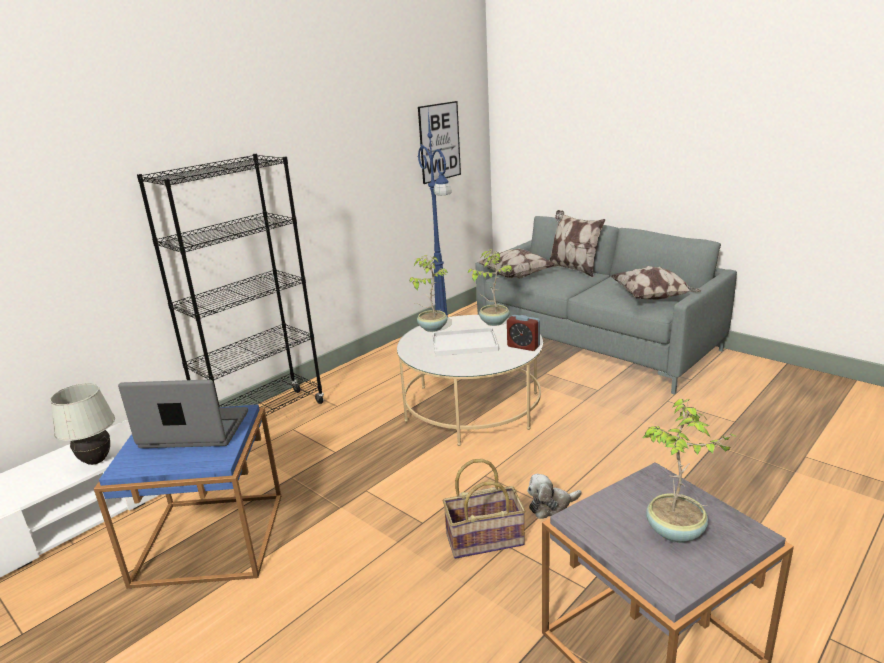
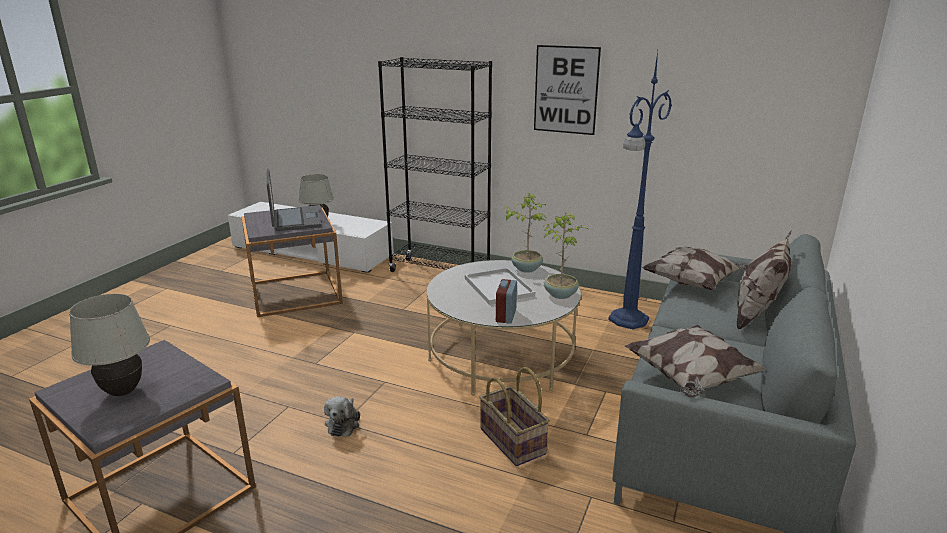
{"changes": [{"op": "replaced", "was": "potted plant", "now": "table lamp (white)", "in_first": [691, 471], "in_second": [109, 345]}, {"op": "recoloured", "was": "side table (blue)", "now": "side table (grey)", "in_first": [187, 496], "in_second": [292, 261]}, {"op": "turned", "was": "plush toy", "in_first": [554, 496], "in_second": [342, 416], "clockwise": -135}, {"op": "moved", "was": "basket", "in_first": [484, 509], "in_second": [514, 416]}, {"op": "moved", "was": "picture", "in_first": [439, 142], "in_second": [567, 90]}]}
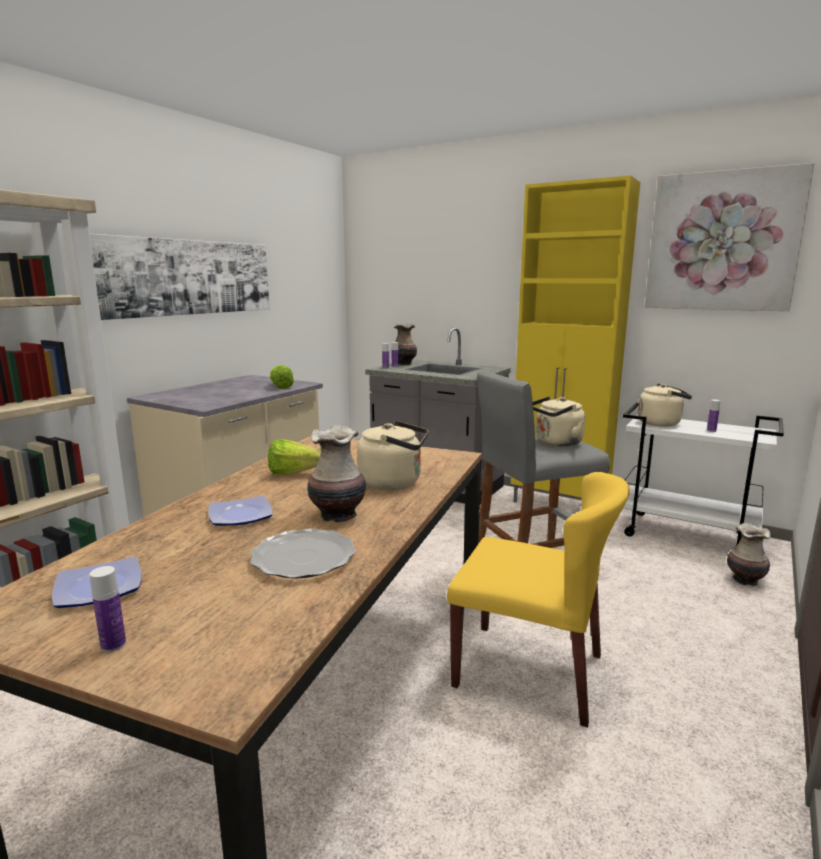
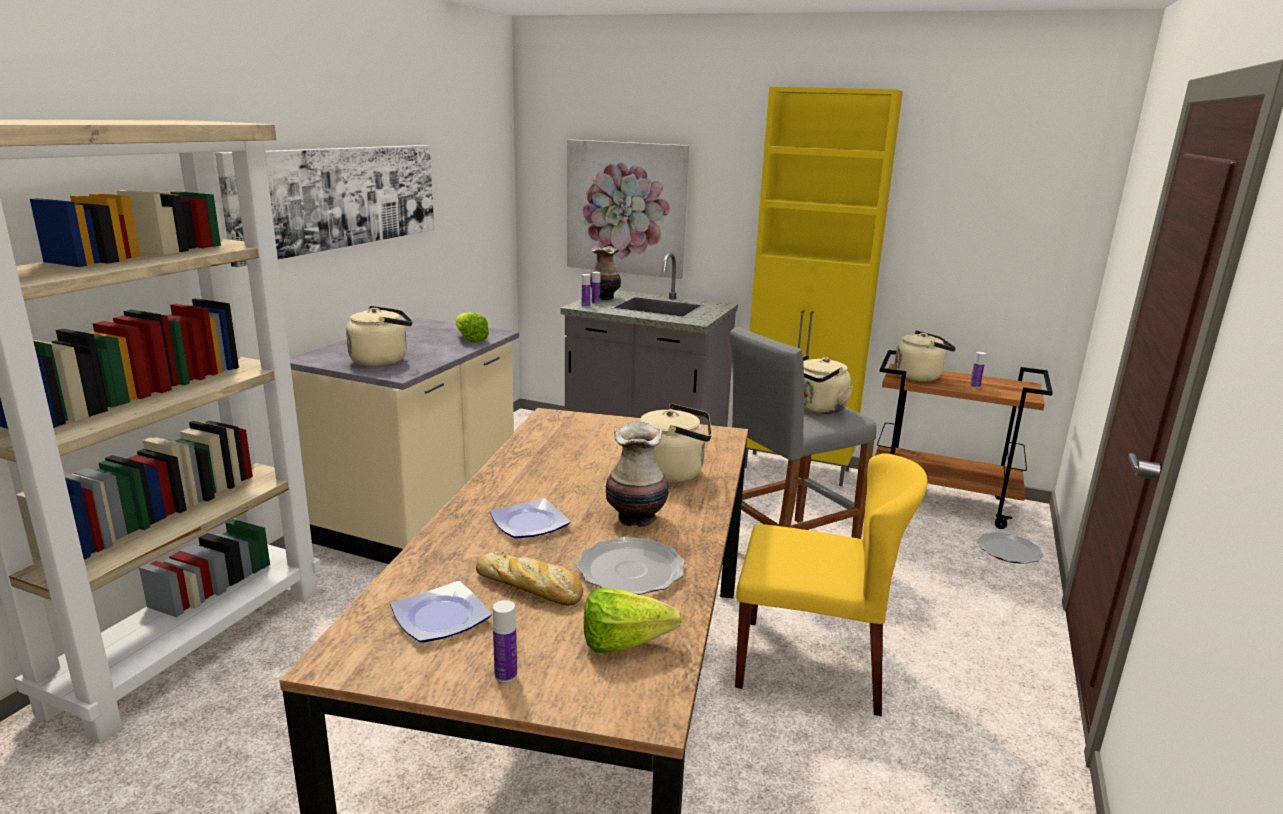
{"changes": [{"op": "added", "now": "kettle (beige)", "in_second": [379, 336]}, {"op": "added", "now": "bread", "in_second": [529, 578]}, {"op": "moved", "was": "picture", "in_first": [729, 237], "in_second": [628, 209]}, {"op": "moved", "was": "lettuce", "in_first": [294, 457], "in_second": [633, 620]}, {"op": "recoloured", "was": "cart (white)", "now": "cart (brown)", "in_first": [703, 475], "in_second": [964, 439]}, {"op": "replaced", "was": "vase", "now": "plate", "in_first": [749, 554], "in_second": [1010, 548]}]}
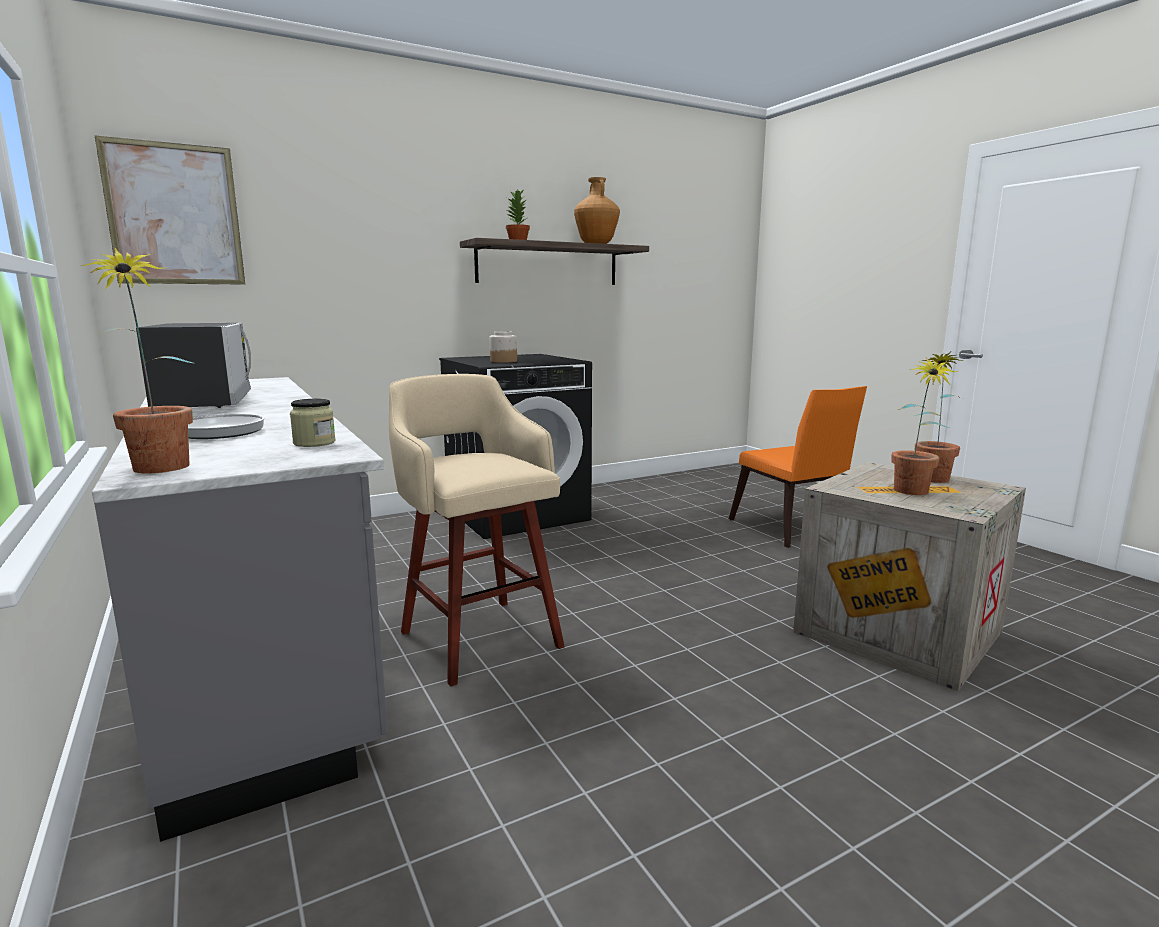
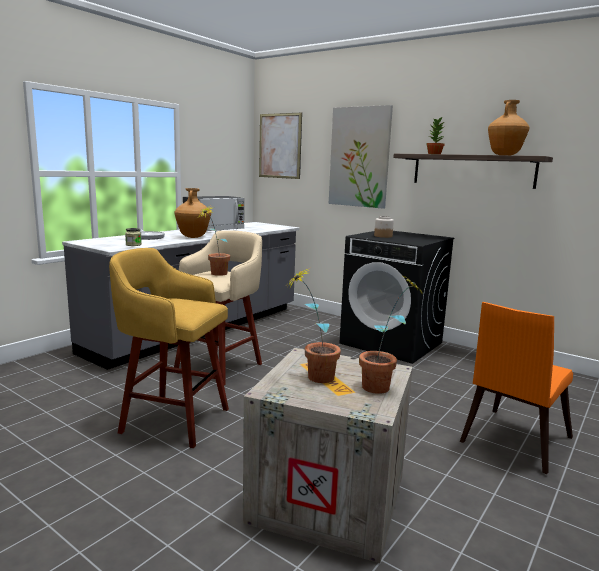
{"changes": [{"op": "added", "now": "stool (yellow)", "in_second": [169, 348]}, {"op": "added", "now": "vase (brown)", "in_second": [193, 213]}, {"op": "moved", "was": "potted plant", "in_first": [137, 360], "in_second": [214, 241]}, {"op": "added", "now": "picture", "in_second": [361, 157]}]}
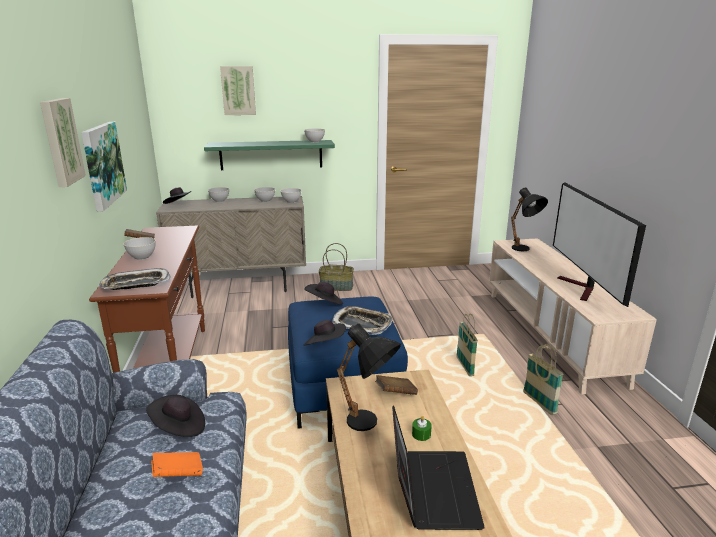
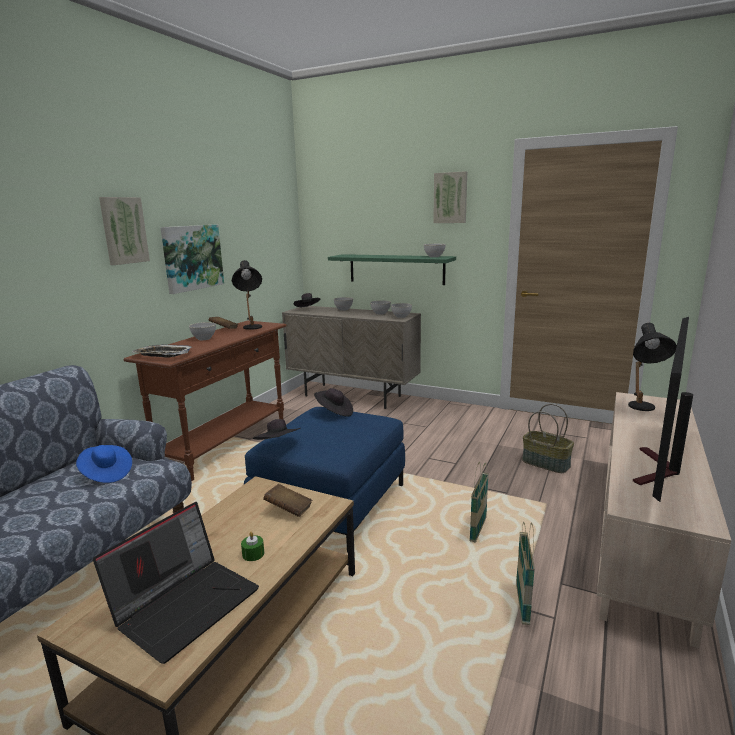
{"changes": [{"op": "recoloured", "was": "hat (black)", "now": "hat (blue)", "in_first": [175, 416], "in_second": [104, 464]}, {"op": "moved", "was": "table lamp (black)", "in_first": [369, 377], "in_second": [247, 295]}, {"op": "moved", "was": "picture", "in_first": [238, 90], "in_second": [450, 197]}, {"op": "moved", "was": "basket", "in_first": [336, 267], "in_second": [548, 438]}, {"op": "removed", "was": "book (orange)", "in_first": [177, 464]}, {"op": "removed", "was": "tray", "in_first": [362, 320]}]}
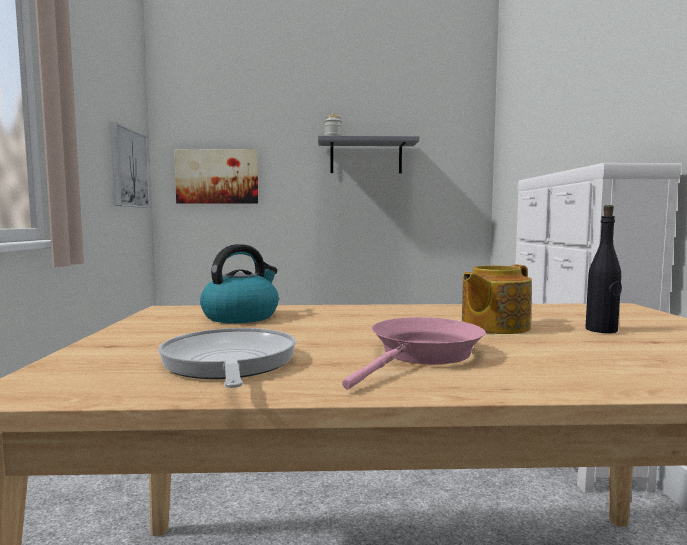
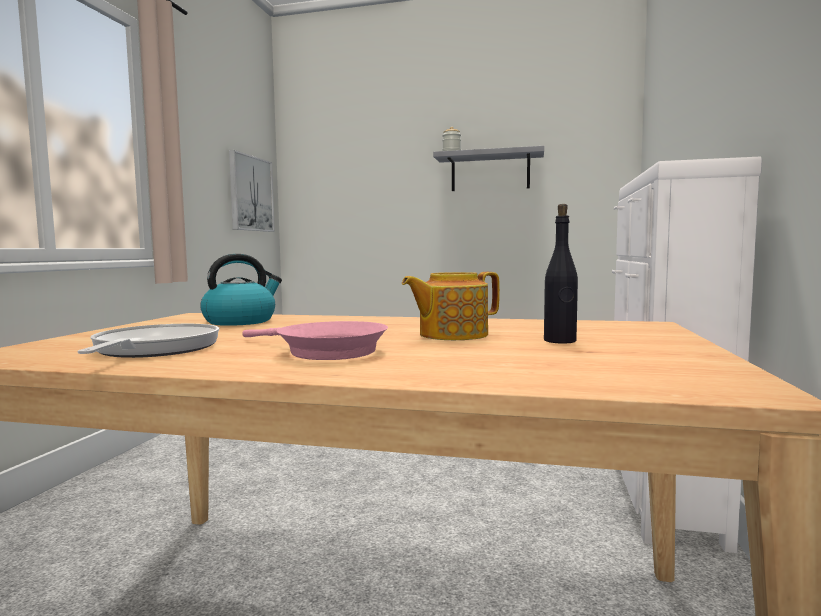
{"changes": [{"op": "turned", "was": "frying pan (pink)", "in_first": [414, 353], "in_second": [315, 340], "clockwise": 75}, {"op": "removed", "was": "picture", "in_first": [216, 176]}]}
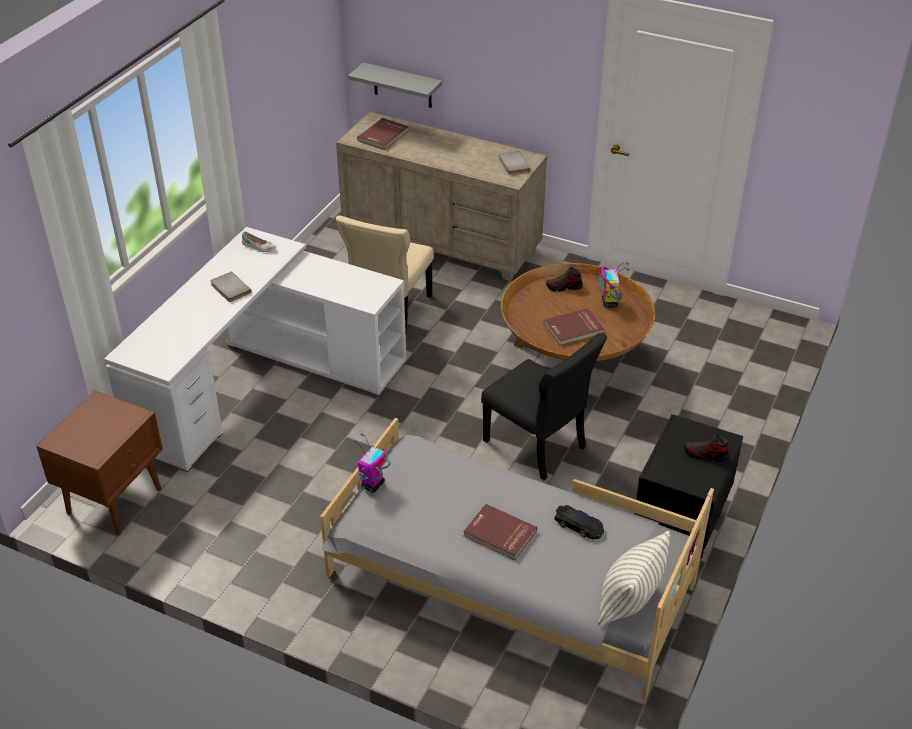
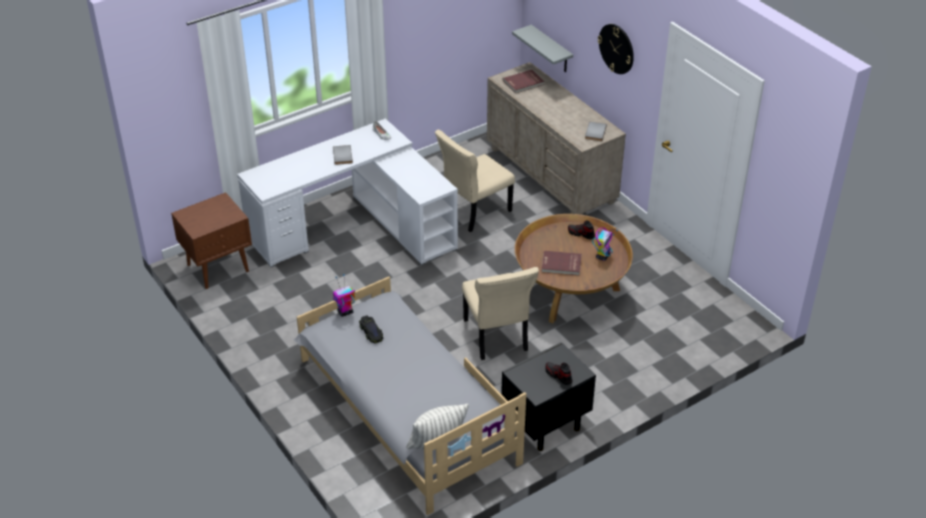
{"changes": [{"op": "moved", "was": "toy car (black)", "in_first": [579, 522], "in_second": [371, 329]}, {"op": "recoloured", "was": "chair (black)", "now": "chair (beige)", "in_first": [544, 406], "in_second": [500, 313]}, {"op": "added", "now": "wall clock", "in_second": [616, 49]}, {"op": "removed", "was": "book (red)", "in_first": [500, 532]}]}
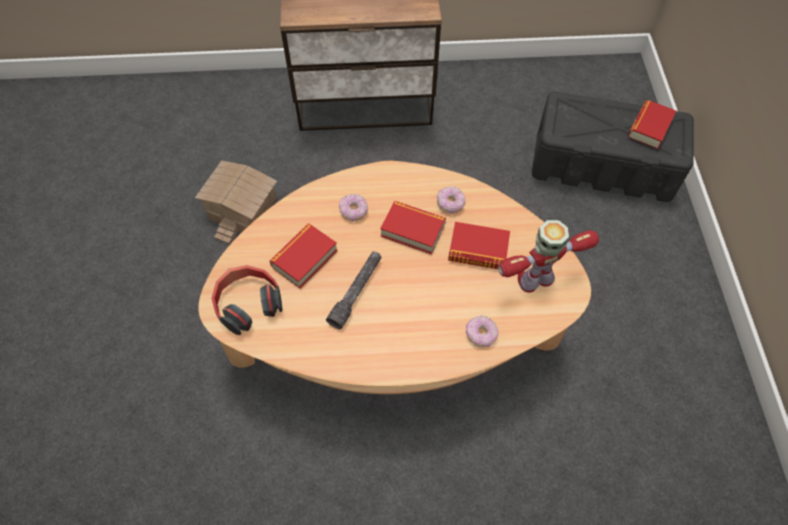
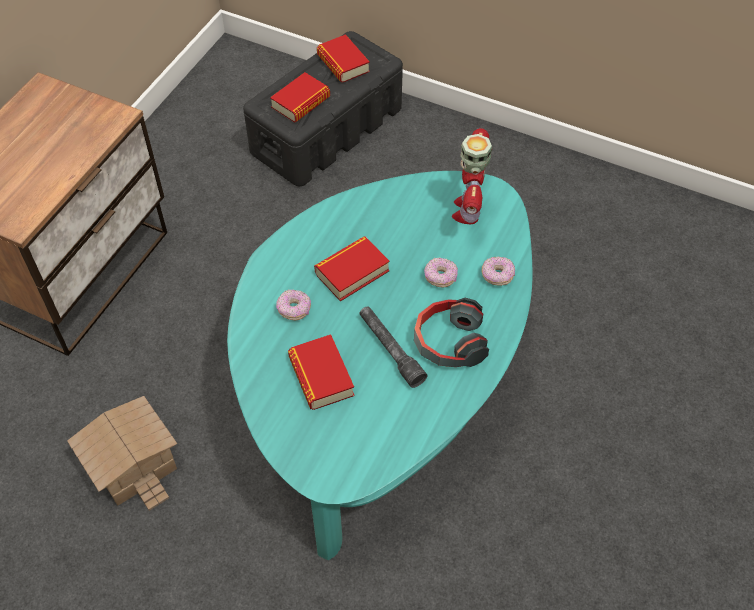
{"changes": [{"op": "recoloured", "was": "coffee table (beige)", "now": "coffee table (turquoise)", "in_first": [394, 277], "in_second": [379, 365]}, {"op": "moved", "was": "book", "in_first": [479, 245], "in_second": [300, 97]}, {"op": "moved", "was": "headphones", "in_first": [246, 300], "in_second": [451, 332]}, {"op": "moved", "was": "donut", "in_first": [451, 200], "in_second": [441, 273]}]}
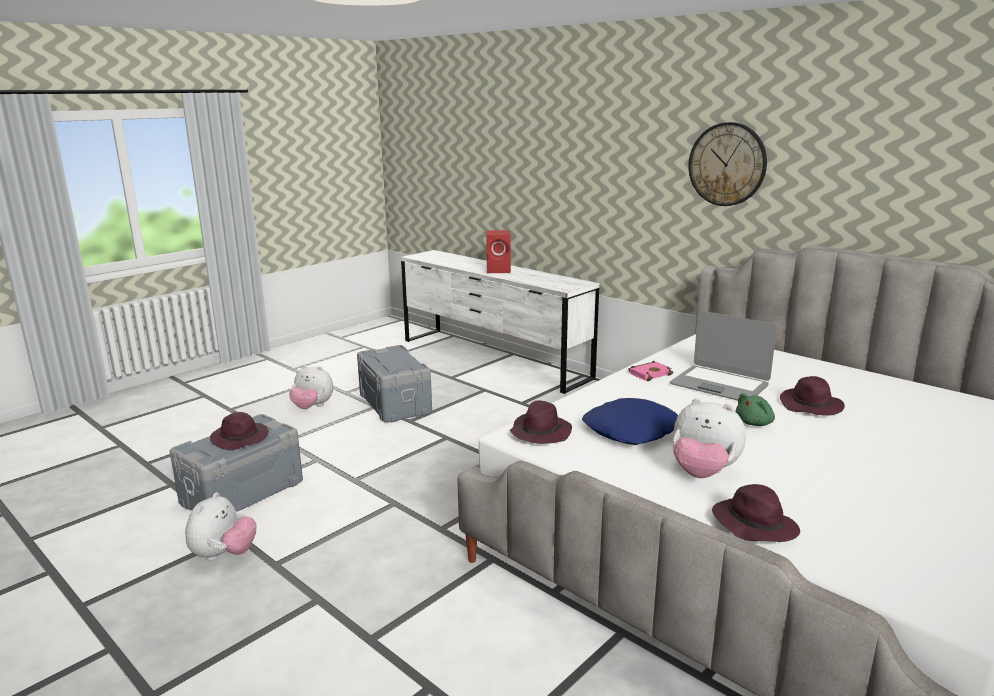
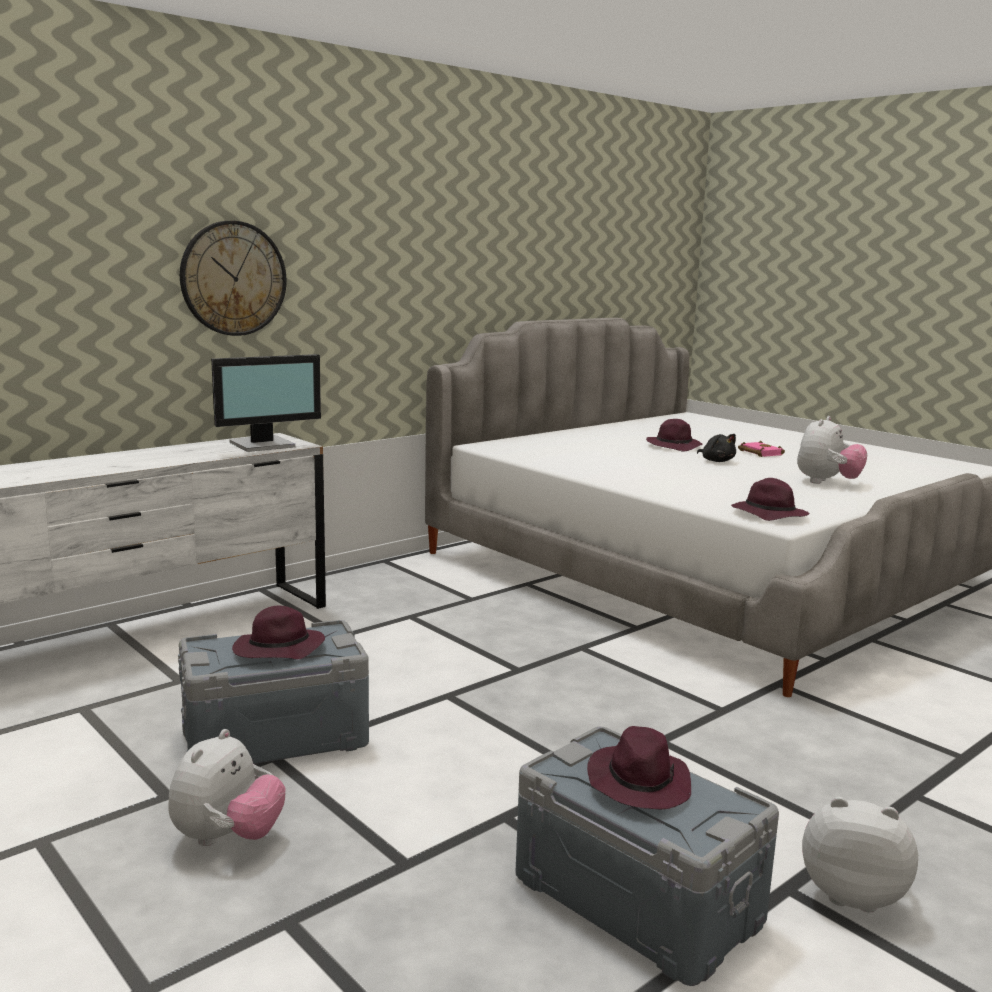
{"changes": [{"op": "moved", "was": "wall clock", "in_first": [727, 164], "in_second": [233, 278]}, {"op": "added", "now": "monitor", "in_second": [266, 403]}, {"op": "moved", "was": "hat (purple)", "in_first": [756, 513], "in_second": [278, 632]}, {"op": "recoloured", "was": "plush toy (green)", "now": "plush toy (black)", "in_first": [755, 409], "in_second": [716, 448]}, {"op": "moved", "was": "book (pink)", "in_first": [650, 371], "in_second": [761, 449]}, {"op": "removed", "was": "speaker (red)", "in_first": [498, 251]}, {"op": "removed", "was": "pillow (blue)", "in_first": [630, 421]}, {"op": "removed", "was": "laptop", "in_first": [723, 355]}]}
